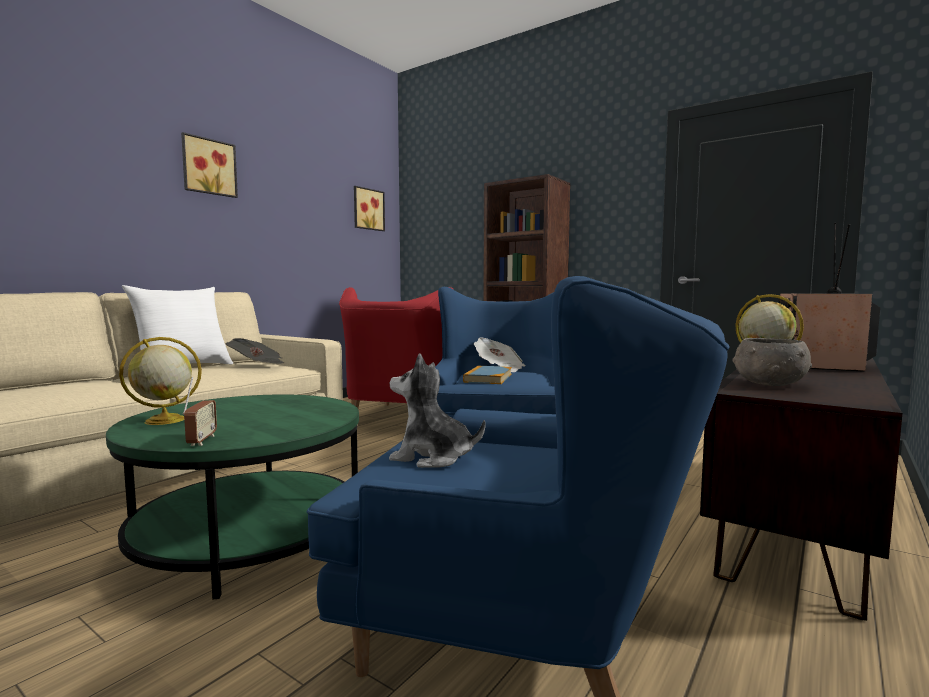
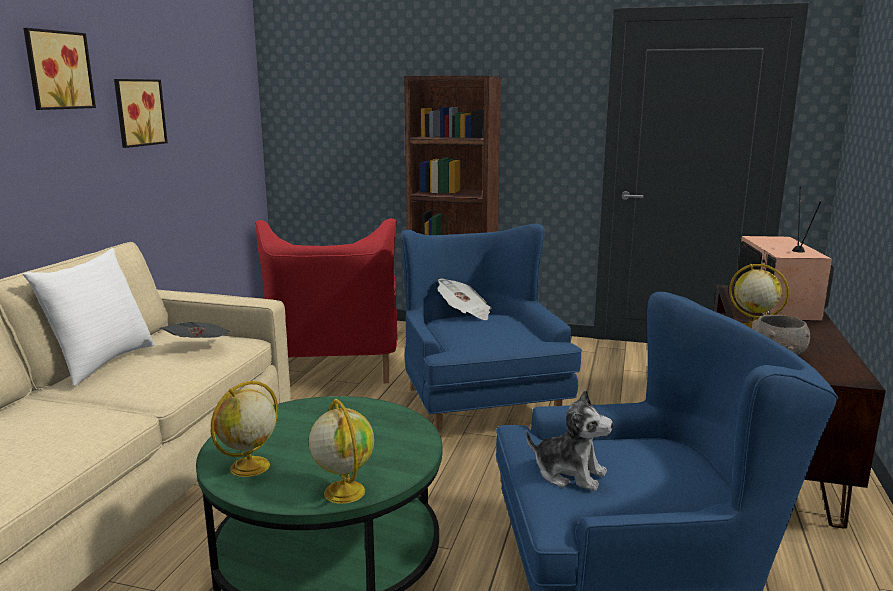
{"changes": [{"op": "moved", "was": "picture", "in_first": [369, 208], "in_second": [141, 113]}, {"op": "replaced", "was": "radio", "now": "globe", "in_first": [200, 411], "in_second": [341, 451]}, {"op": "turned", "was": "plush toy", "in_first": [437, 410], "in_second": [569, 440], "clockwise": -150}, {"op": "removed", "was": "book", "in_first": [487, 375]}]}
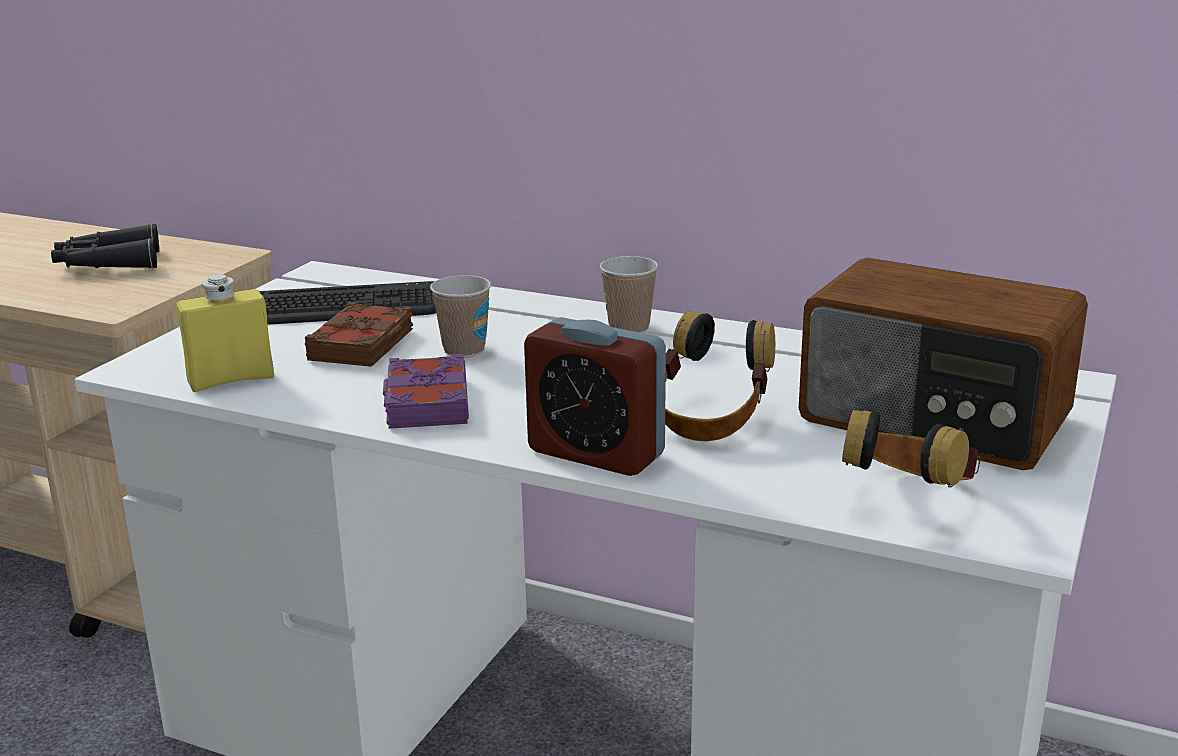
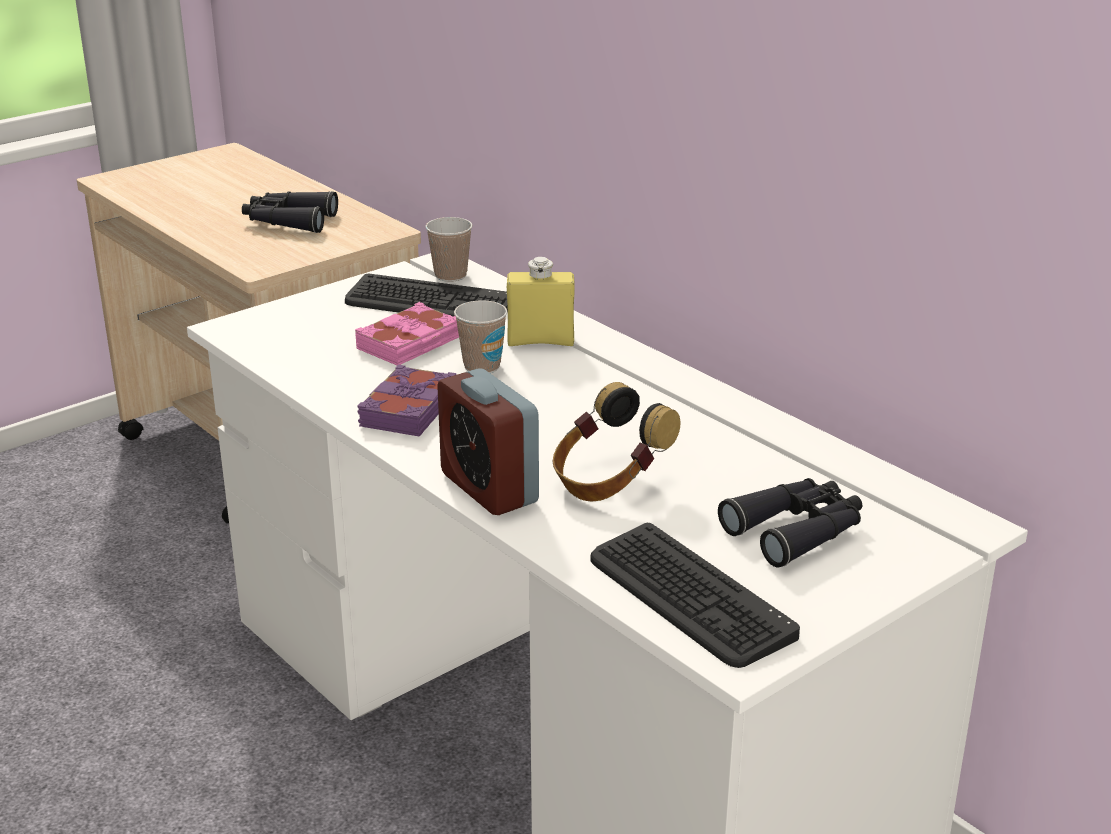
{"changes": [{"op": "recoloured", "was": "book (brown)", "now": "book (pink)", "in_first": [358, 334], "in_second": [407, 333]}, {"op": "moved", "was": "cup", "in_first": [629, 294], "in_second": [449, 249]}, {"op": "moved", "was": "bottle (yellow)", "in_first": [225, 333], "in_second": [541, 301]}, {"op": "replaced", "was": "headphones", "now": "keyboard", "in_first": [911, 448], "in_second": [695, 595]}, {"op": "replaced", "was": "radio", "now": "binoculars (black)", "in_first": [943, 364], "in_second": [790, 522]}]}
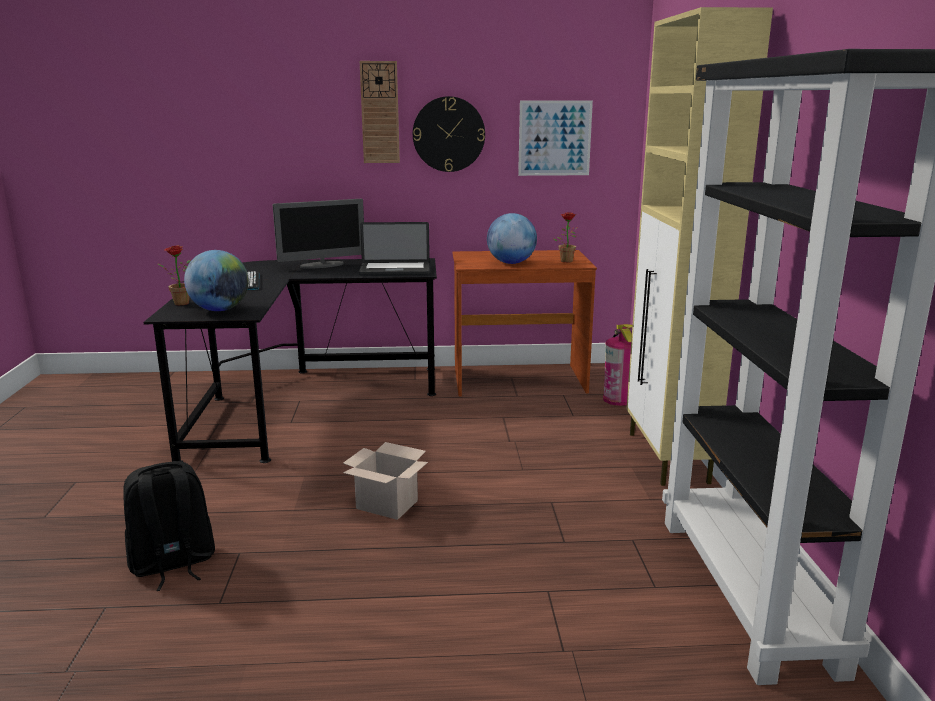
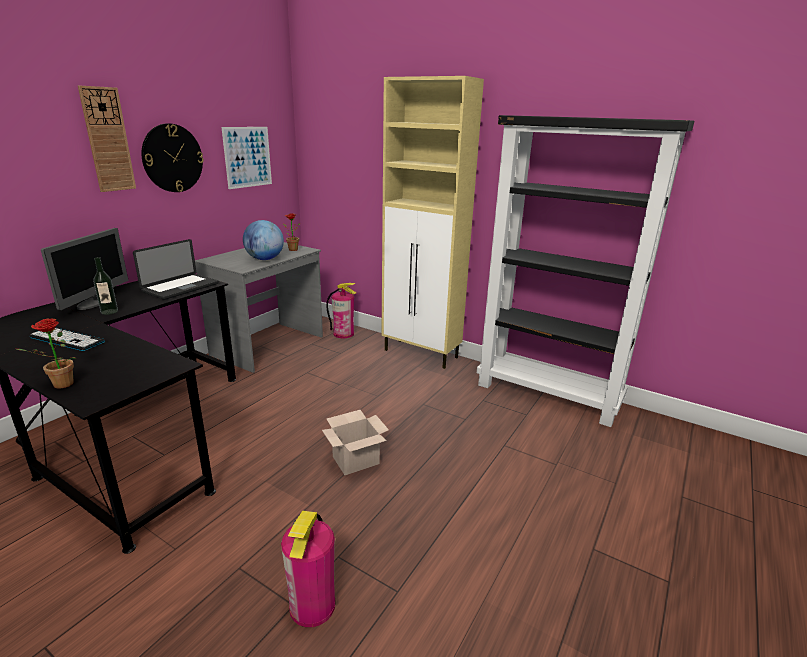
{"changes": [{"op": "added", "now": "bottle", "in_second": [105, 286]}, {"op": "recoloured", "was": "desk (brown)", "now": "desk (grey)", "in_first": [524, 323], "in_second": [259, 307]}, {"op": "replaced", "was": "backpack (black)", "now": "fire extinguisher", "in_first": [169, 526], "in_second": [308, 569]}, {"op": "removed", "was": "globe", "in_first": [216, 280]}]}
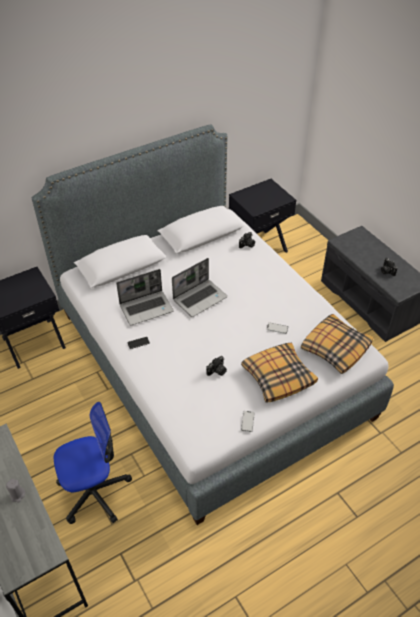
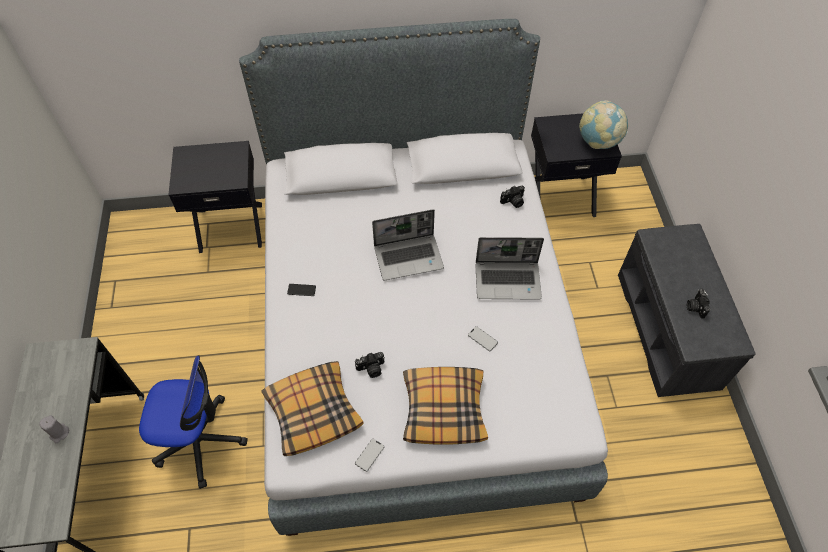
{"changes": [{"op": "moved", "was": "pillow", "in_first": [337, 344], "in_second": [312, 408]}, {"op": "moved", "was": "laptop", "in_first": [145, 297], "in_second": [509, 268]}, {"op": "added", "now": "globe", "in_second": [603, 124]}]}
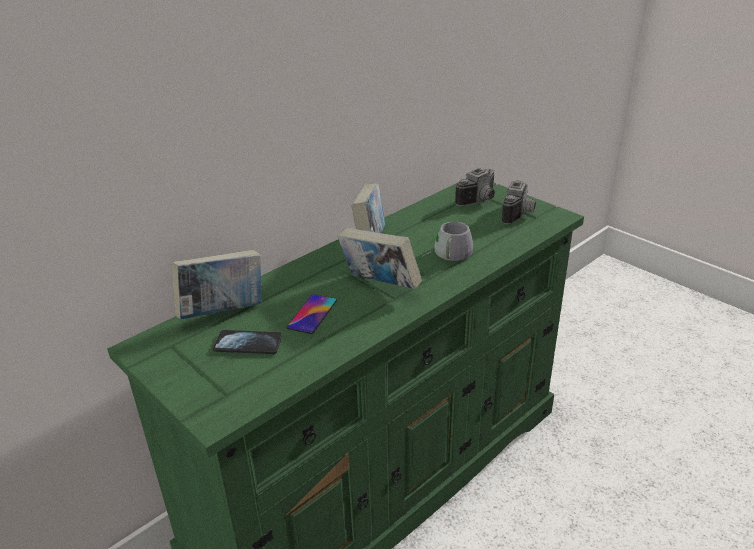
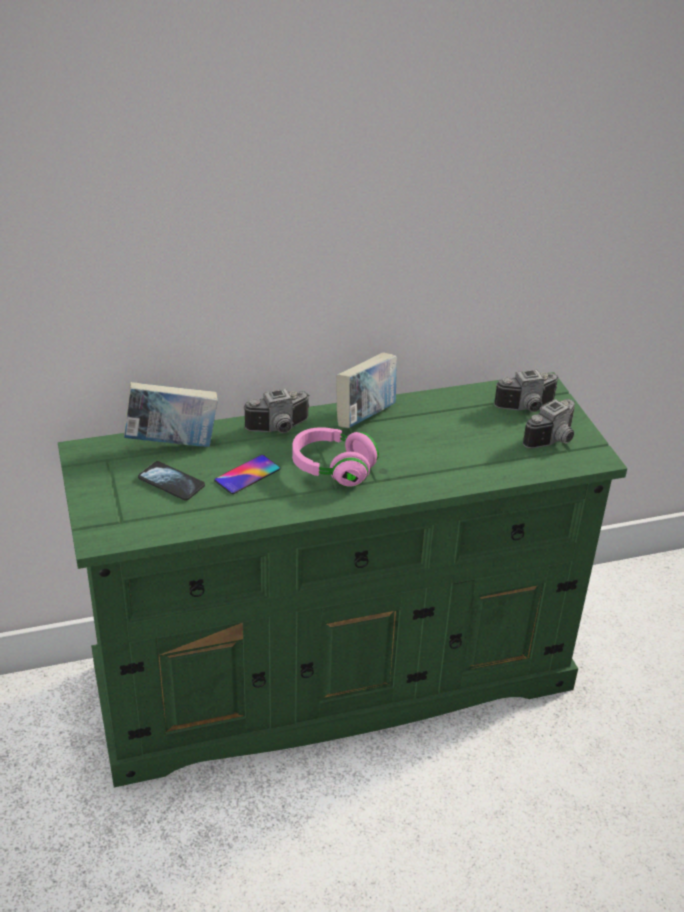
{"changes": [{"op": "added", "now": "photo camera", "in_second": [276, 410]}, {"op": "replaced", "was": "book", "now": "headphones (pink)", "in_first": [380, 258], "in_second": [335, 457]}, {"op": "removed", "was": "mug (grey)", "in_first": [447, 241]}]}
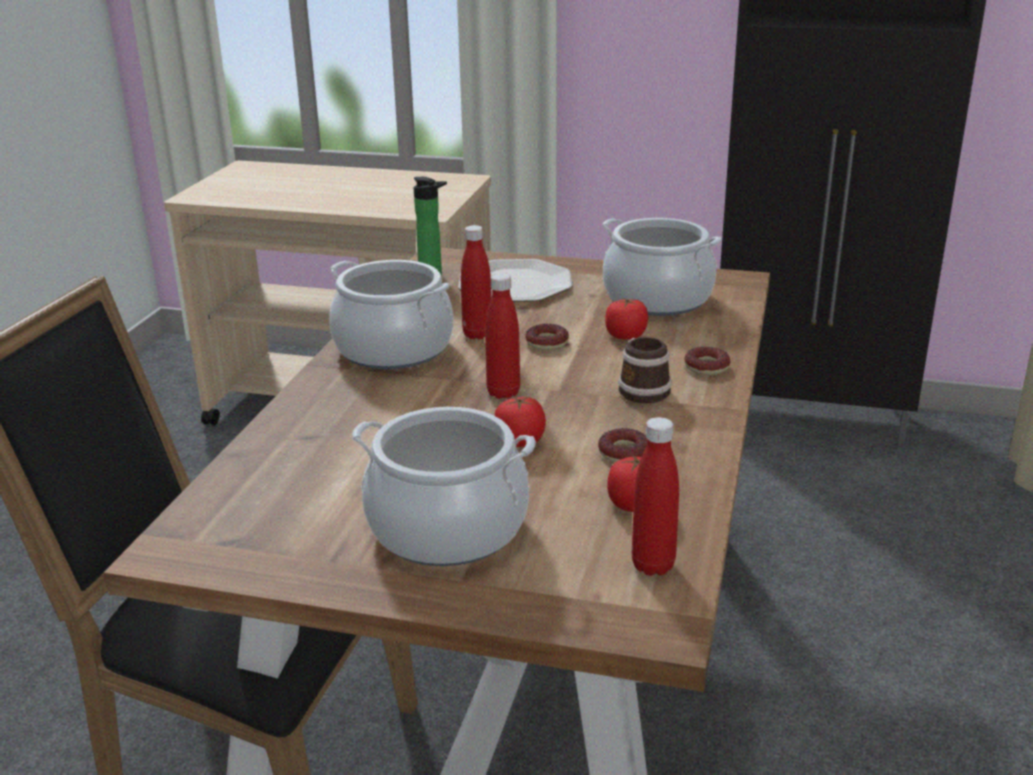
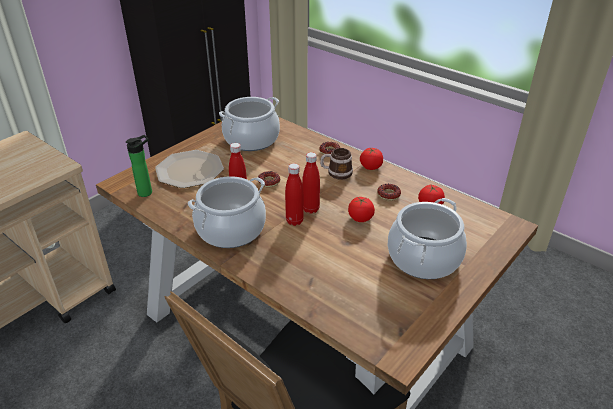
{"changes": [{"op": "moved", "was": "bottle (red)", "in_first": [655, 496], "in_second": [294, 194]}, {"op": "moved", "was": "tomato", "in_first": [626, 318], "in_second": [371, 159]}]}
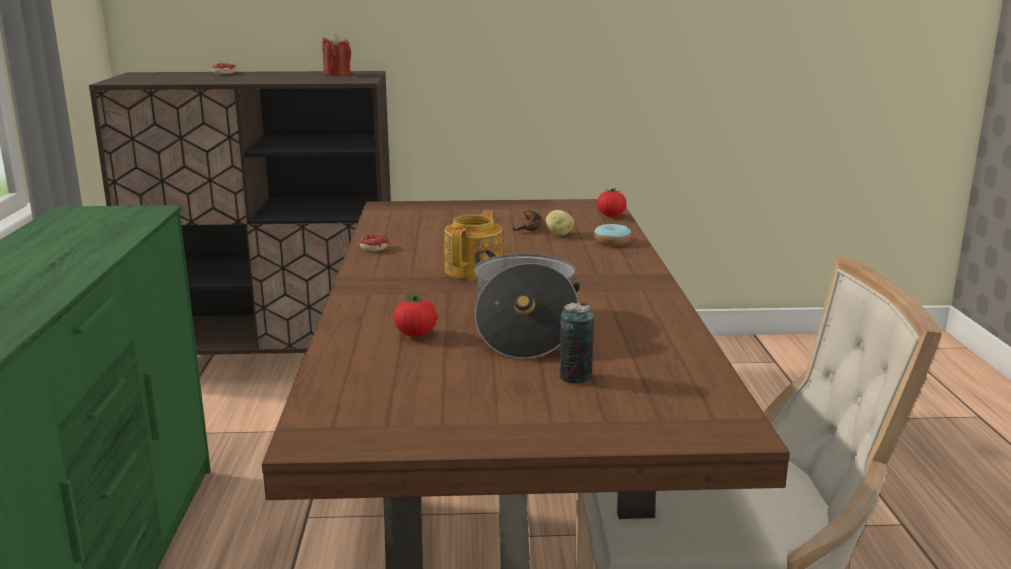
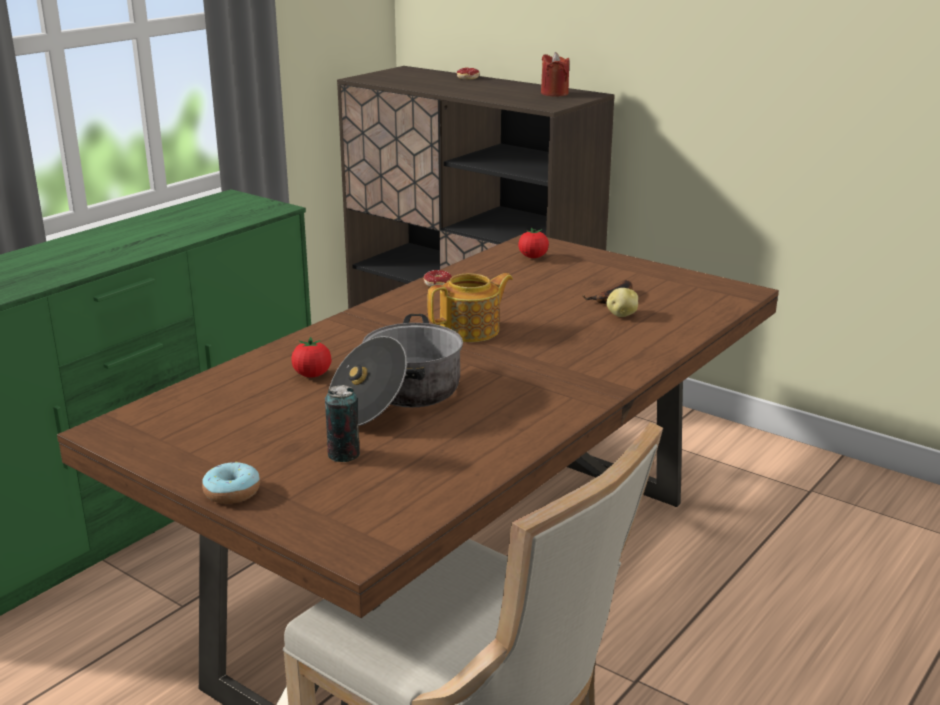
{"changes": [{"op": "moved", "was": "donut", "in_first": [613, 235], "in_second": [231, 483]}, {"op": "moved", "was": "tomato", "in_first": [612, 202], "in_second": [533, 243]}]}
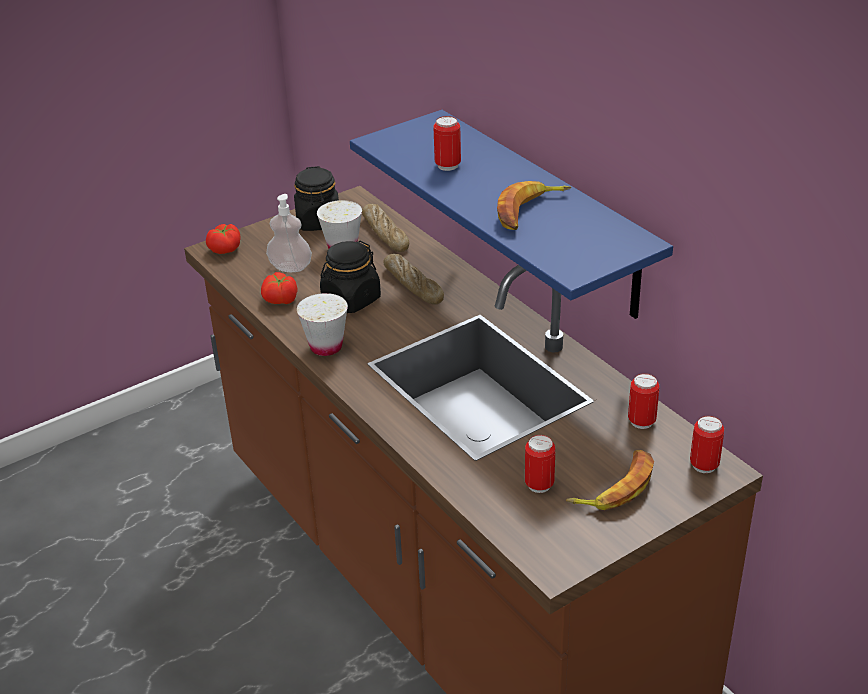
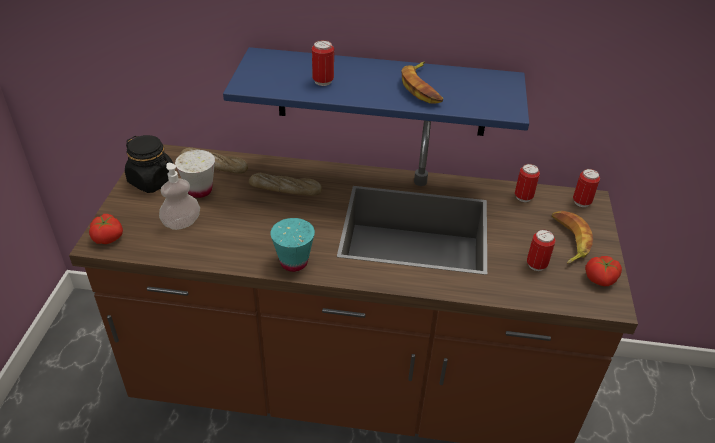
{"changes": [{"op": "recoloured", "was": "cup (white)", "now": "cup (turquoise)", "in_first": [322, 324], "in_second": [292, 245]}, {"op": "moved", "was": "tomato", "in_first": [279, 288], "in_second": [603, 271]}, {"op": "removed", "was": "jar (black)", "in_first": [350, 277]}]}
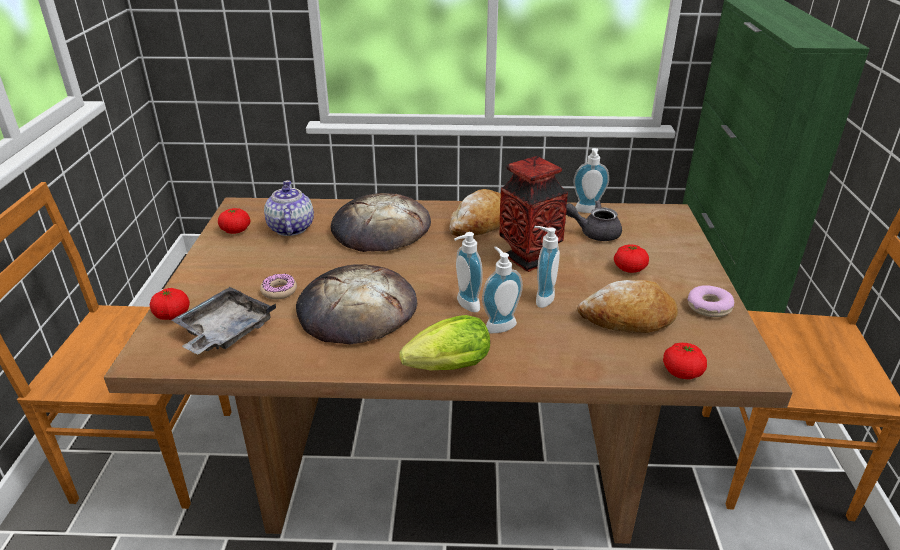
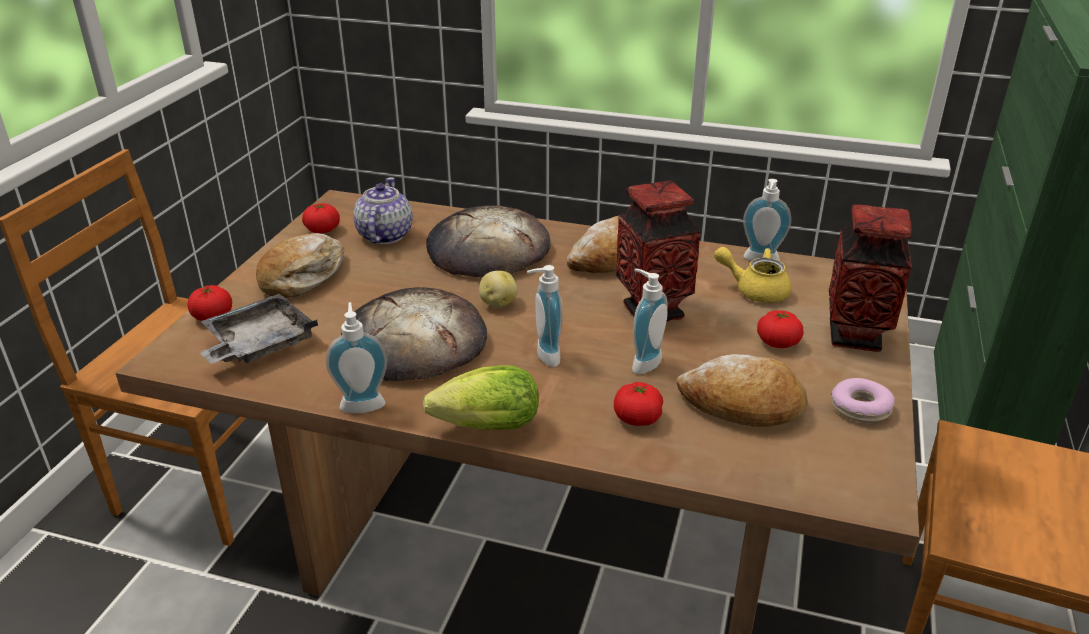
{"changes": [{"op": "added", "now": "bread", "in_second": [300, 265]}, {"op": "moved", "was": "soap dispenser", "in_first": [502, 290], "in_second": [356, 357]}, {"op": "added", "now": "potato", "in_second": [498, 289]}, {"op": "moved", "was": "tomato", "in_first": [685, 361], "in_second": [638, 404]}, {"op": "recoloured", "was": "teapot (grey)", "now": "teapot (yellow)", "in_first": [594, 221], "in_second": [752, 275]}, {"op": "added", "now": "vase", "in_second": [870, 278]}, {"op": "removed", "was": "donut", "in_first": [278, 287]}]}
